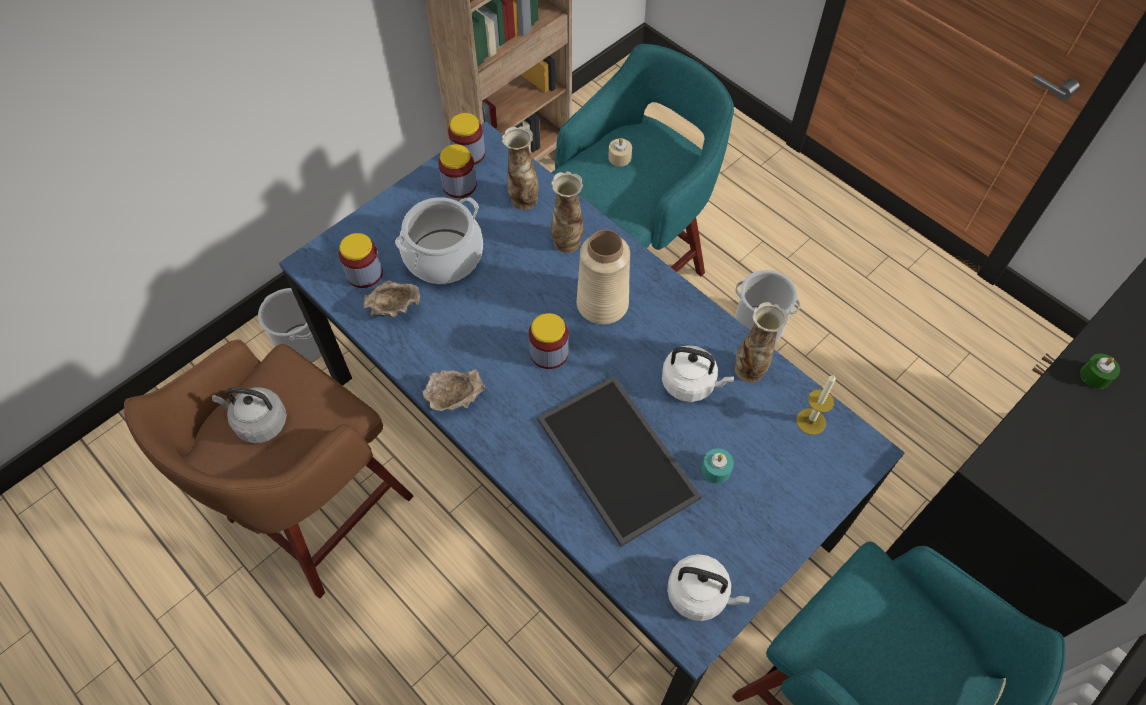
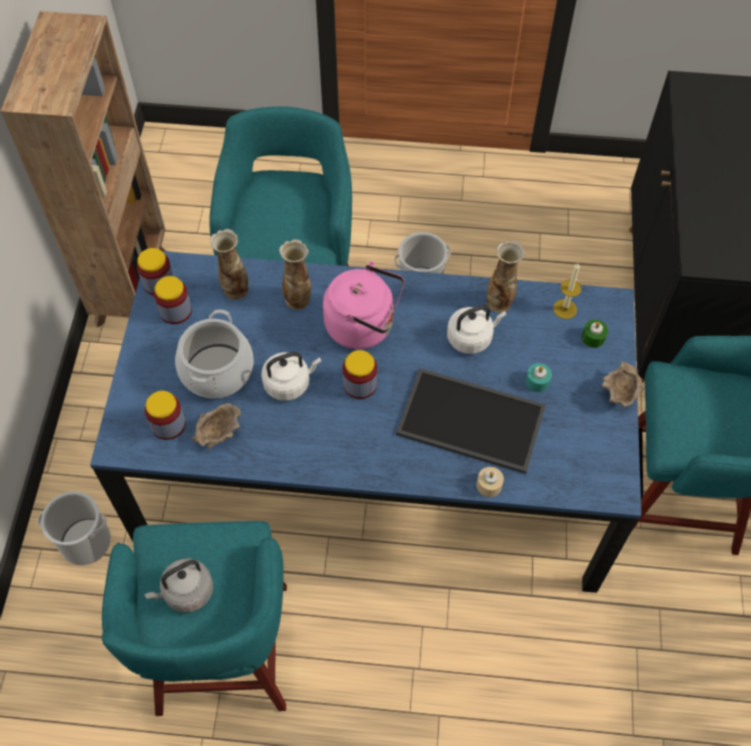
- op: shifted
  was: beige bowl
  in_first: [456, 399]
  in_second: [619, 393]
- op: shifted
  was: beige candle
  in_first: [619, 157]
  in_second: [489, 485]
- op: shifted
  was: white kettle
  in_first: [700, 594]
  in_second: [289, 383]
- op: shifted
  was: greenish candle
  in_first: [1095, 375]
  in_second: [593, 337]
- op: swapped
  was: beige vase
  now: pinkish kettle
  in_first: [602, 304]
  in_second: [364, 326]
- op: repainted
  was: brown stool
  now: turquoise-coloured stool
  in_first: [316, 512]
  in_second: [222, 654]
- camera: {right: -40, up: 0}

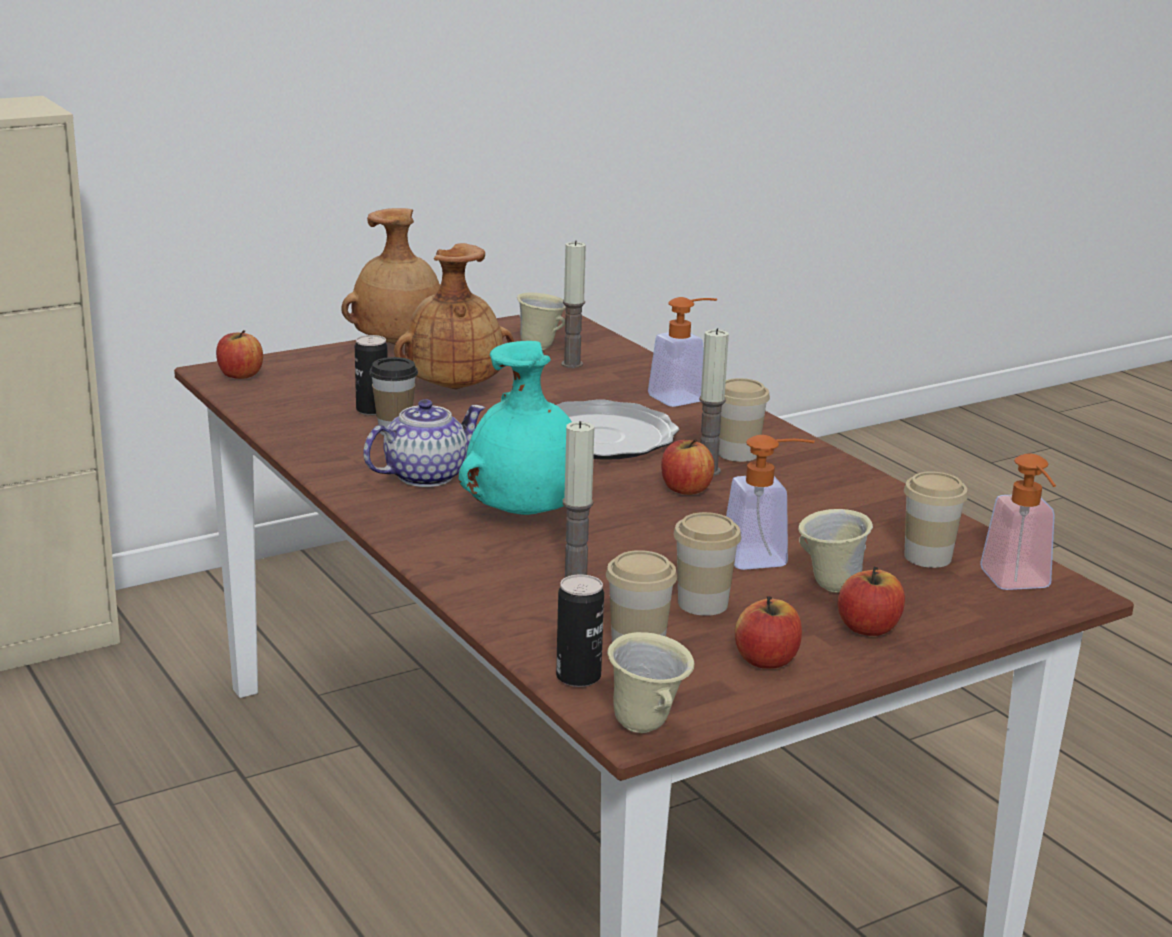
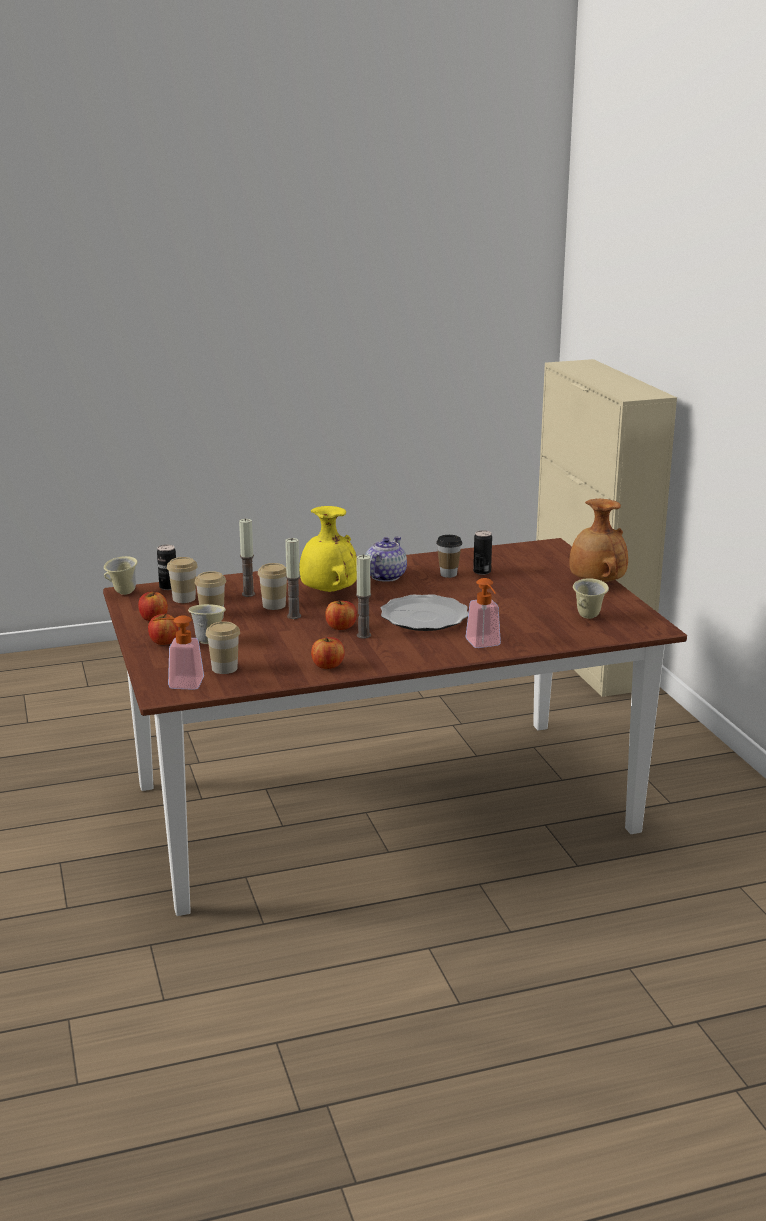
- op: gone
  was: brown vase
  in_first: [453, 388]
- op: gone
  was: liquid soap bottle
  in_first: [765, 557]
- op: shifted
  was: apple
  in_first: [240, 375]
  in_second: [328, 665]
- op: shifted
  was: candle
  in_first: [572, 364]
  in_second: [294, 616]
- op: shifted
  was: cup
  in_first: [738, 453]
  in_second: [274, 605]
- op: repainted
  was: turquoise-coloured vase
  now: yellow vase
  in_first: [525, 514]
  in_second: [328, 592]
- op: rotated
  was: pot for tea
  in_first: [424, 476]
  in_second: [385, 576]
  clockwise: -135
- camera: {right: 105, up: 0}

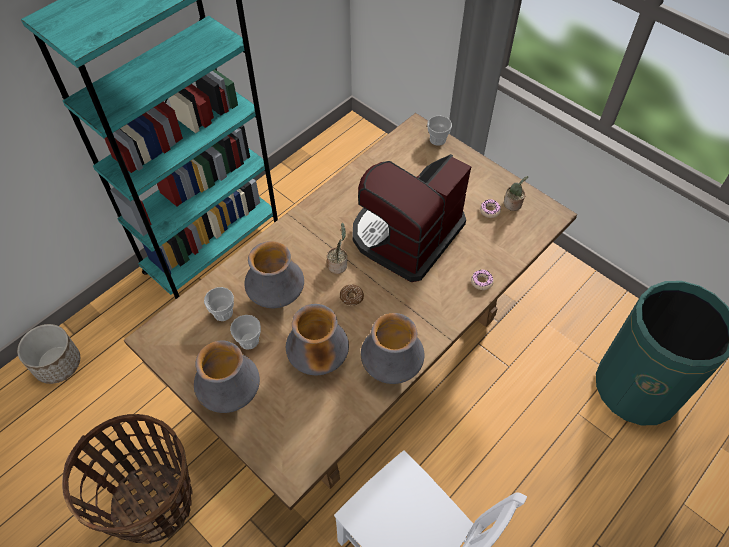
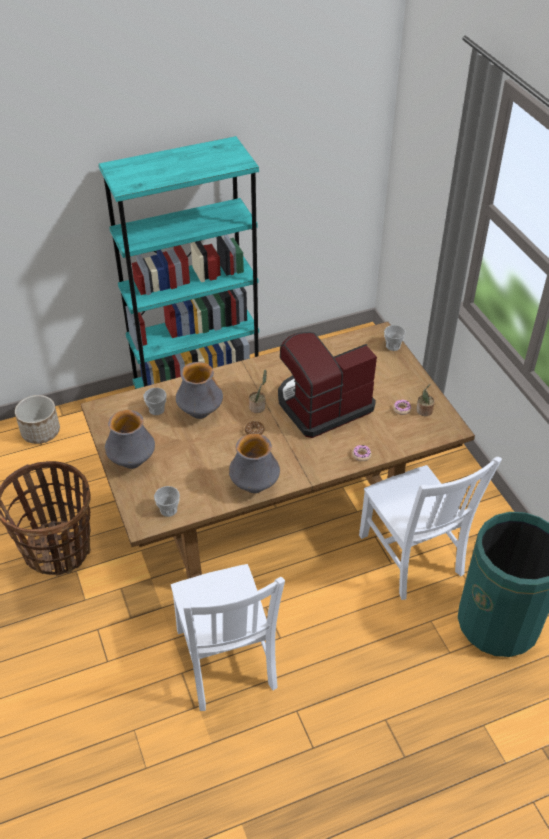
- op: gone
  was: vase
  in_first: [319, 359]
- op: new
  now: white chair
  in_second: [412, 557]
- op: shifted
  was: cup
  in_first: [249, 340]
  in_second: [168, 510]
- camera: {right: 25, up: -10}

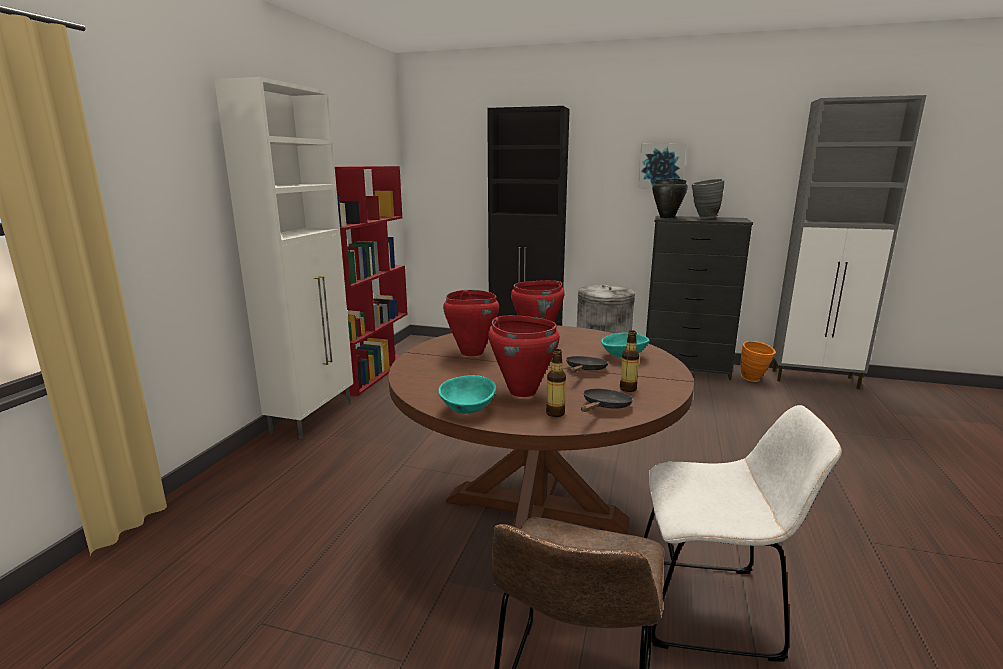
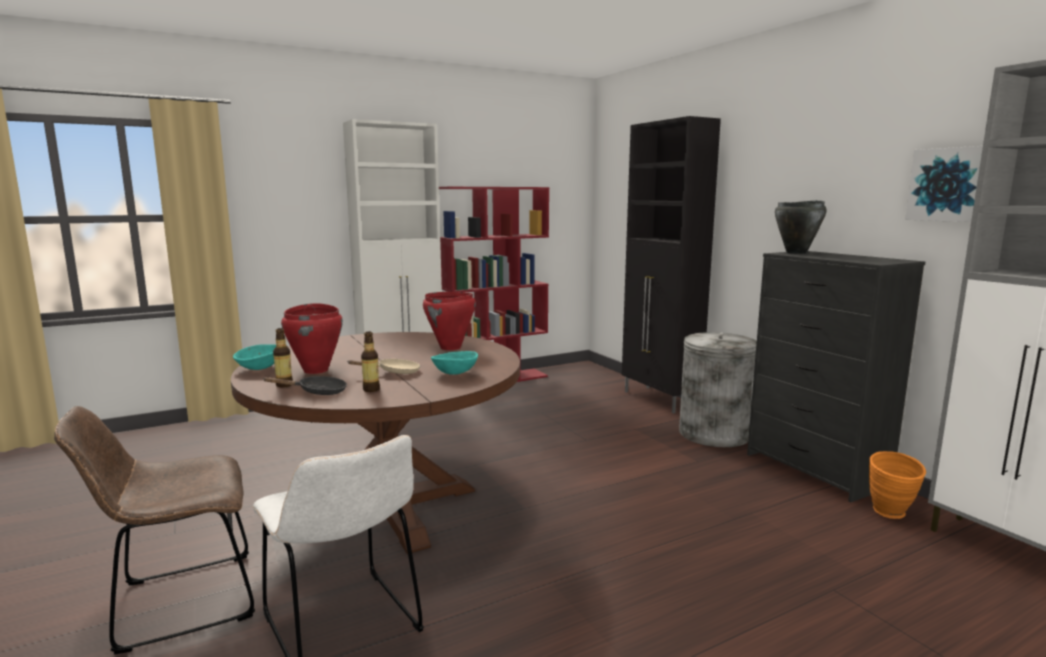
- op: gone
  was: reddish saucepot
  in_first: [471, 353]
- op: gone
  was: greyish vase
  in_first: [704, 218]
- op: shifted
  was: wall art
  in_first: [661, 166]
  in_second: [950, 184]
- op: repainted
  was: blackish skillet
  now: beige skillet
  in_first: [585, 370]
  in_second: [394, 372]
- camera: {right: 45, up: -5}

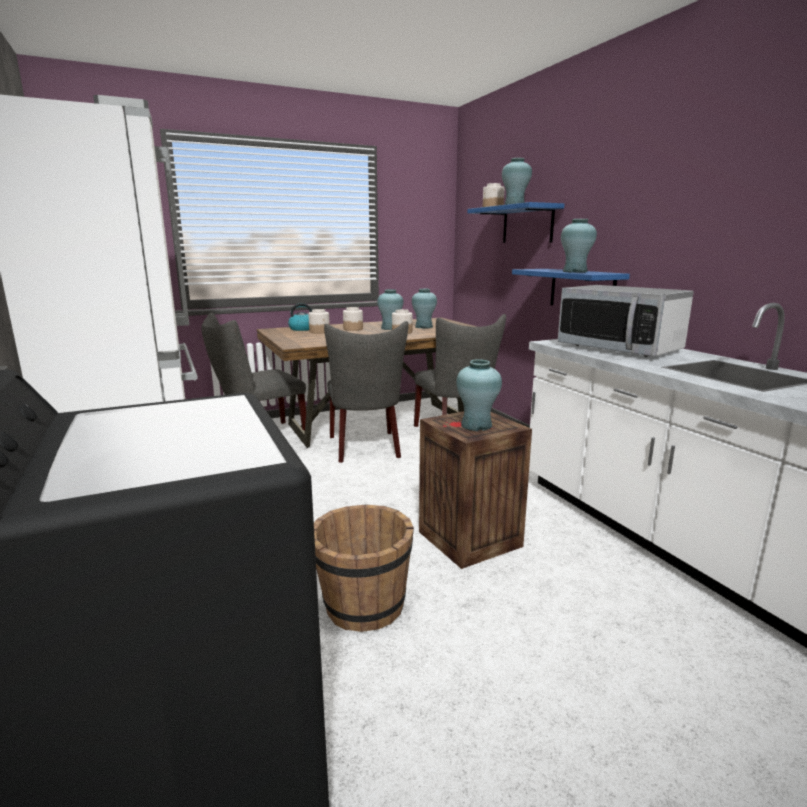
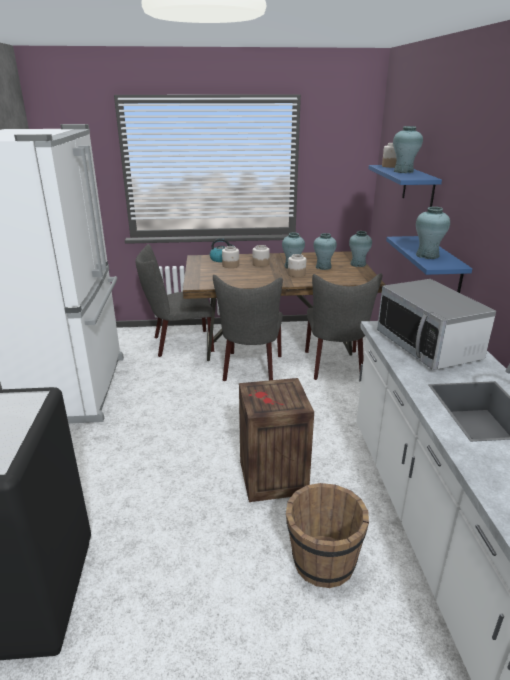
- op: shifted
  was: brown water bucket
  in_first: [363, 606]
  in_second: [322, 562]
- op: shifted
  was: turquoise-coloured vase
  in_first: [476, 426]
  in_second: [358, 264]
- camera: {right: 20, up: 10}

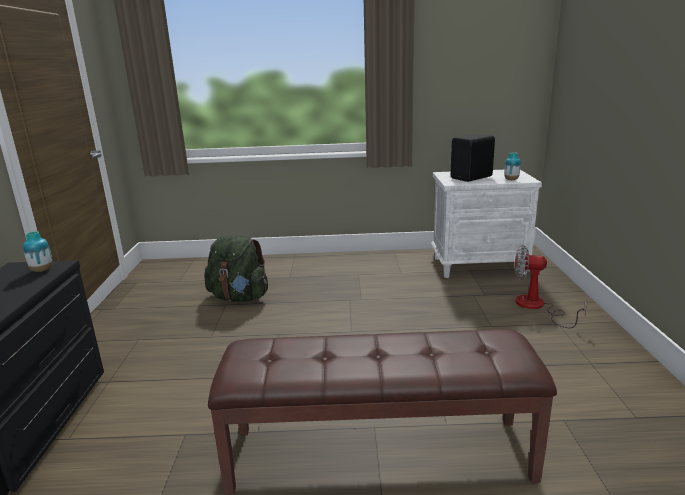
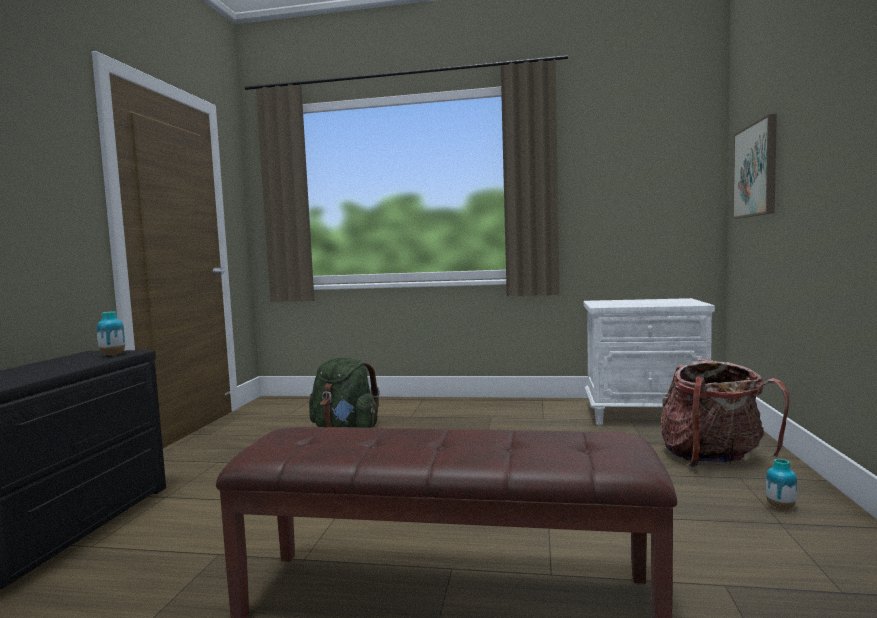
- op: gone
  was: blackish speaker
  in_first: [472, 177]
- op: new
  now: wall art
  in_second: [756, 170]
- op: shifted
  was: vase
  in_first: [511, 180]
  in_second: [780, 507]
- op: swapped
  was: electric fan
  now: rucksack
  in_first: [537, 307]
  in_second: [713, 459]
- camera: {right: 10, up: -15}

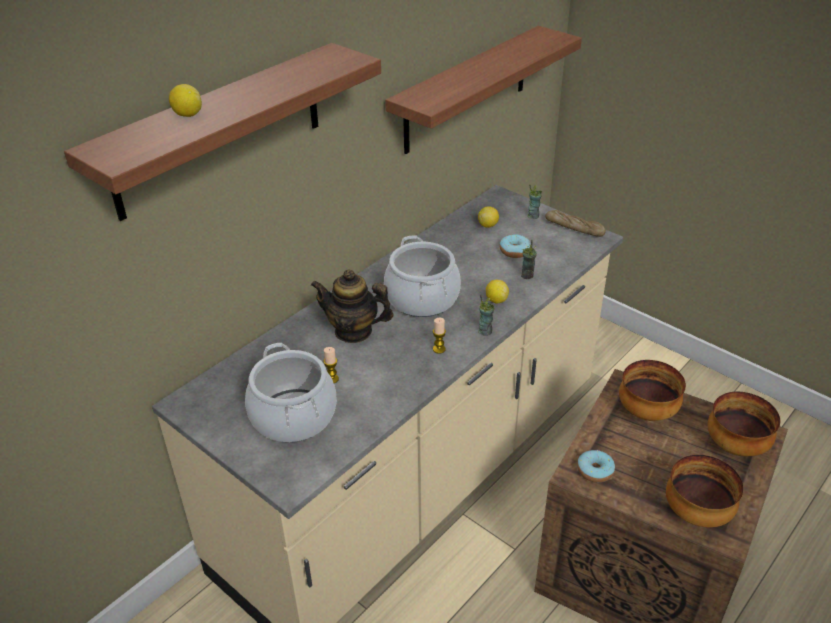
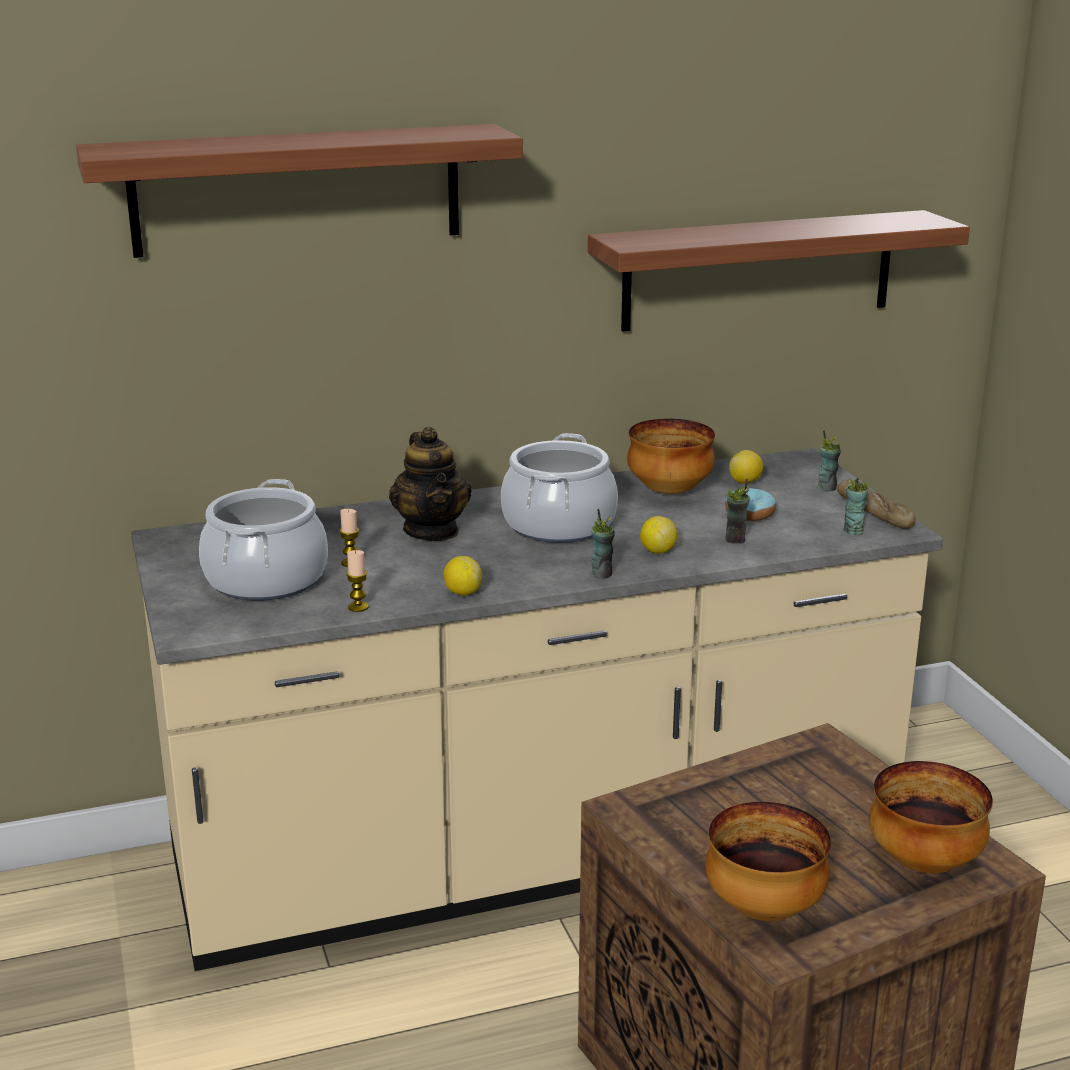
- op: gone
  was: donut
  in_first: [595, 471]
- op: new
  now: cup
  in_second: [853, 531]
- op: shifted
  was: lemon
  in_first: [188, 115]
  in_second: [463, 592]
- op: shifted
  was: candle
  in_first: [439, 349]
  in_second: [358, 607]
- op: shifted
  was: bowl
  in_first: [646, 411]
  in_second: [669, 491]
- op: rotated
  was: pot for tea
  in_first: [353, 331]
  in_second: [432, 531]
  clockwise: -150
- camera: {right: 30, up: -15}

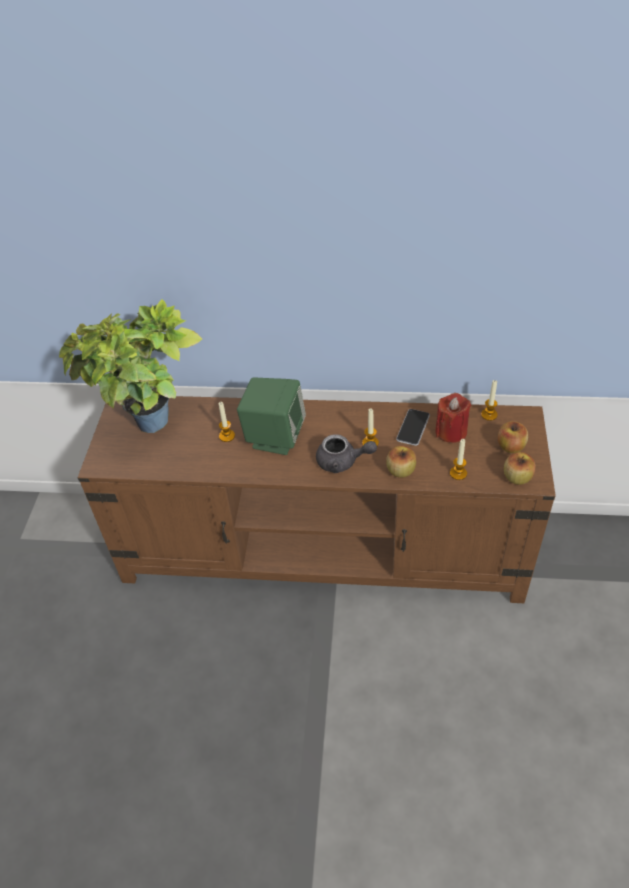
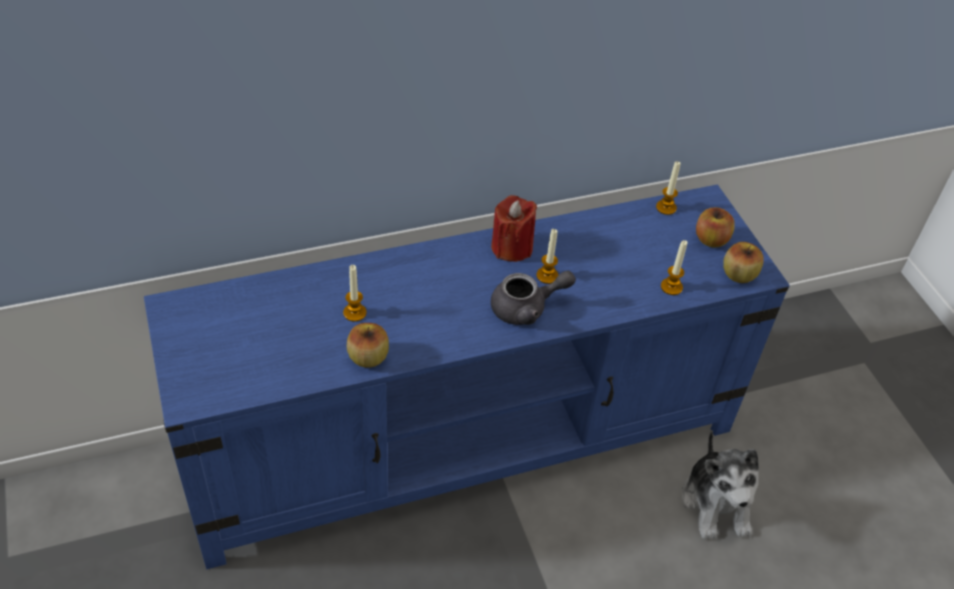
- op: gone
  was: plant in a pot
  in_first: [150, 429]
- op: gone
  was: greenish speaker
  in_first: [275, 437]
- op: gone
  was: telephone
  in_first: [413, 428]
- op: new
  now: soft toy
  in_second: [716, 503]
- op: shifted
  was: apple
  in_first: [400, 470]
  in_second: [368, 357]
- op: shifted
  was: reddish candle
  in_first: [451, 431]
  in_second: [511, 247]
- op: repainted
  was: brown tv stand
  now: blue-coloured tv stand
  in_first: [324, 550]
  in_second: [466, 439]
- camera: {right: -30, up: 0}

